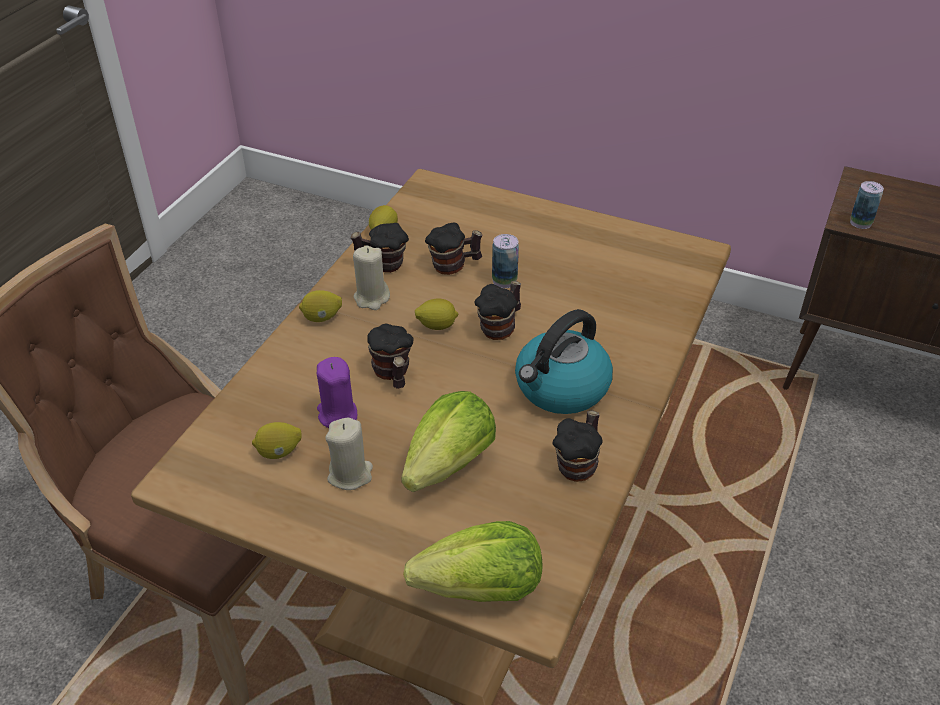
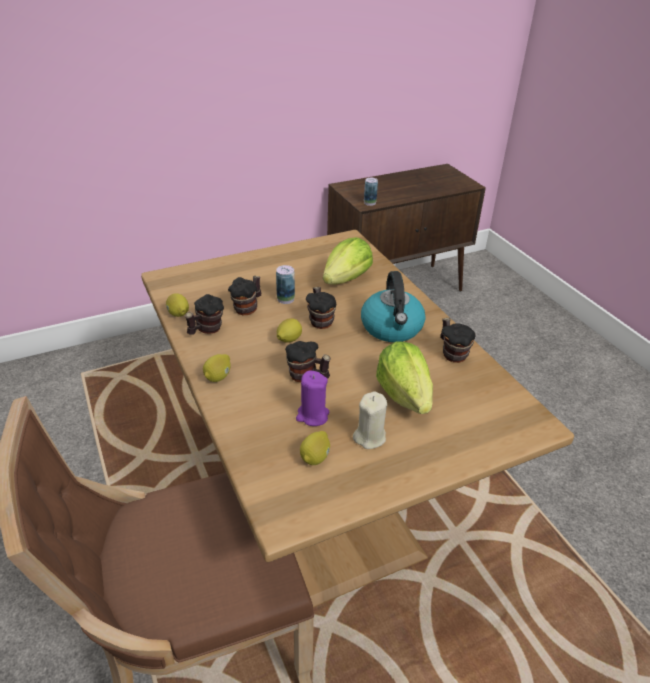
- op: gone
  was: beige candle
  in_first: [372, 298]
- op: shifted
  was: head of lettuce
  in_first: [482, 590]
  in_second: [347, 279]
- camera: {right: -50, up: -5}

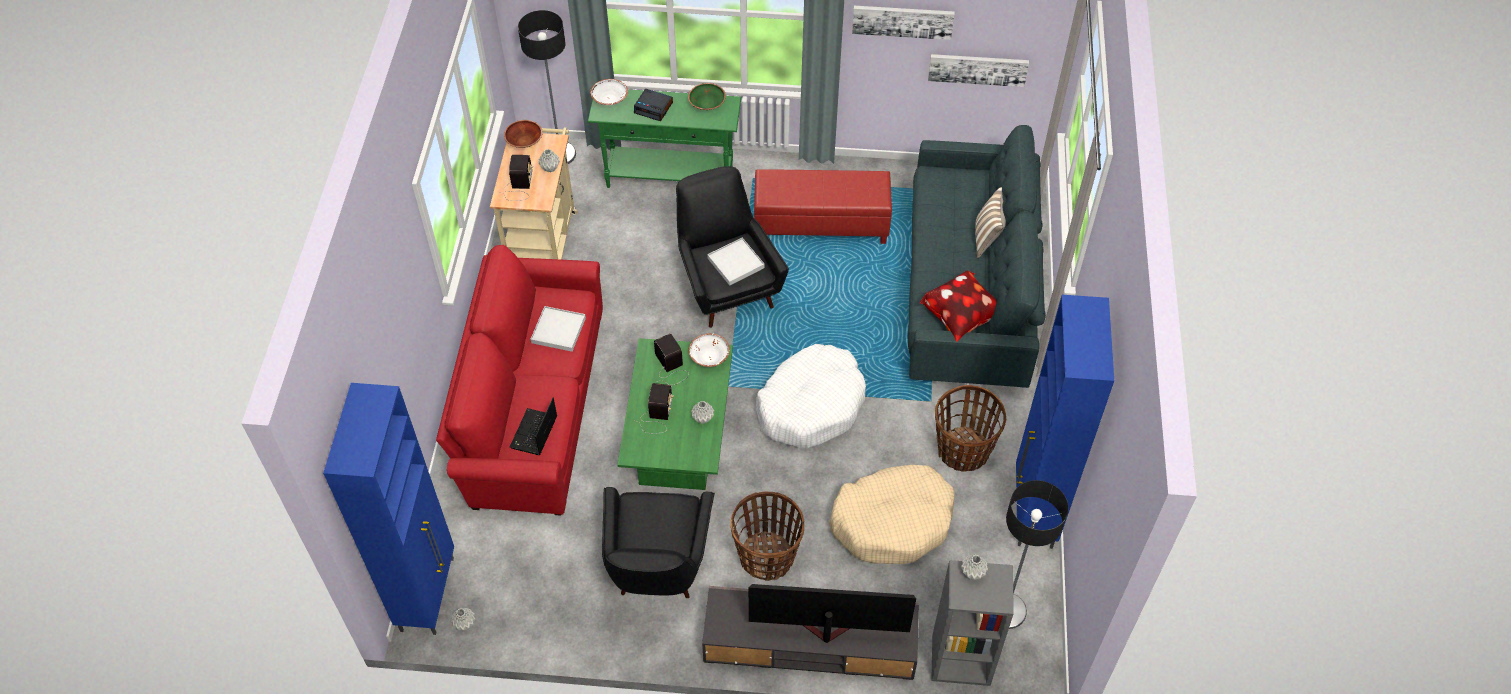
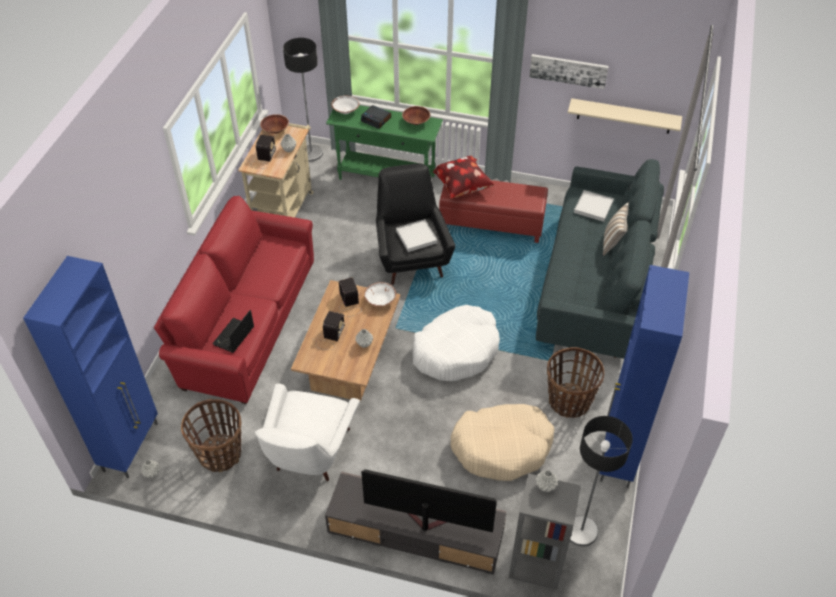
- op: shifted
  was: white tray
  in_first: [558, 330]
  in_second: [593, 207]
- op: shifted
  was: storage basket
  in_first: [767, 557]
  in_second: [220, 454]
- op: shifted
  was: throw pillow
  in_first: [962, 318]
  in_second: [463, 188]
- op: swapped
  was: wall art
  now: beige shelf
  in_first: [978, 69]
  in_second: [624, 116]
- op: repainted
  was: blackish armchair
  now: white armchair
  in_first: [657, 569]
  in_second: [309, 455]
- op: repainted
  was: greenish low table
  now: brown low table
  in_first: [679, 436]
  in_second: [350, 359]
- op: repainted
  was: greenish bowl
  now: brown bowl
  in_first: [707, 104]
  in_second: [416, 121]
- camera: {right: 10, up: -5}

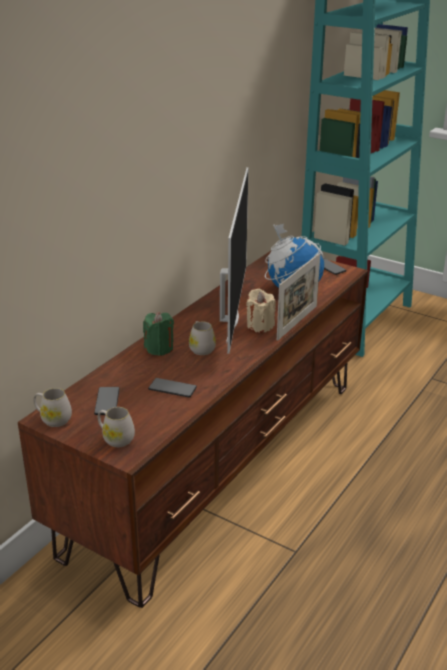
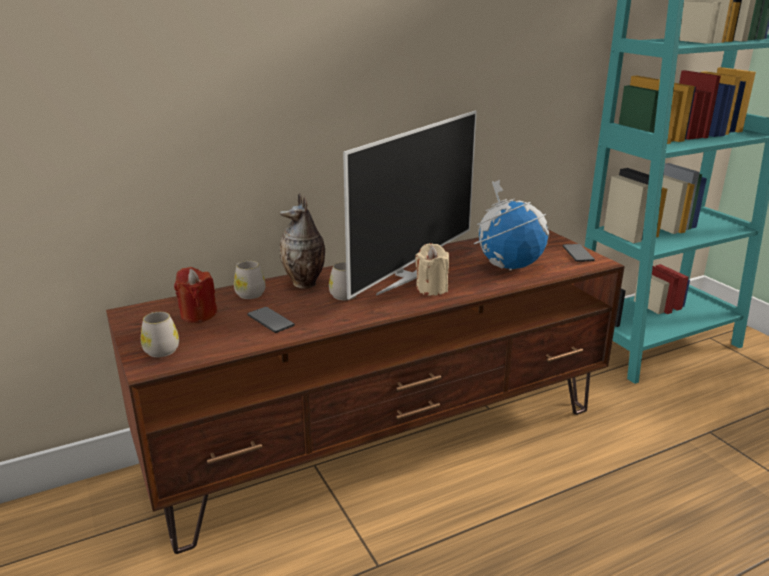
- op: gone
  was: standing frame
  in_first: [297, 322]
- op: shifted
  was: white mug
  in_first: [53, 419]
  in_second: [248, 292]
- op: swapped
  was: telephone
  now: reddish candle
  in_first: [107, 401]
  in_second: [198, 315]
- op: swapped
  was: greenish candle
  now: vase
  in_first: [159, 348]
  in_second: [305, 284]
- camera: {right: 30, up: -5}

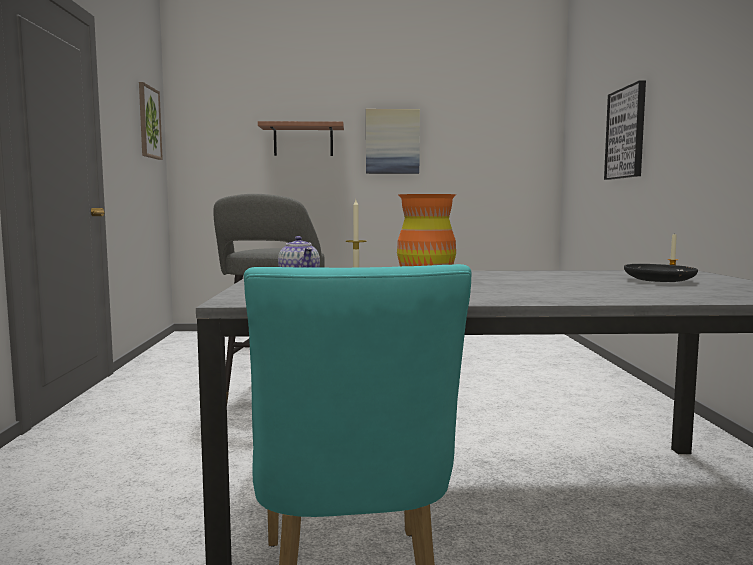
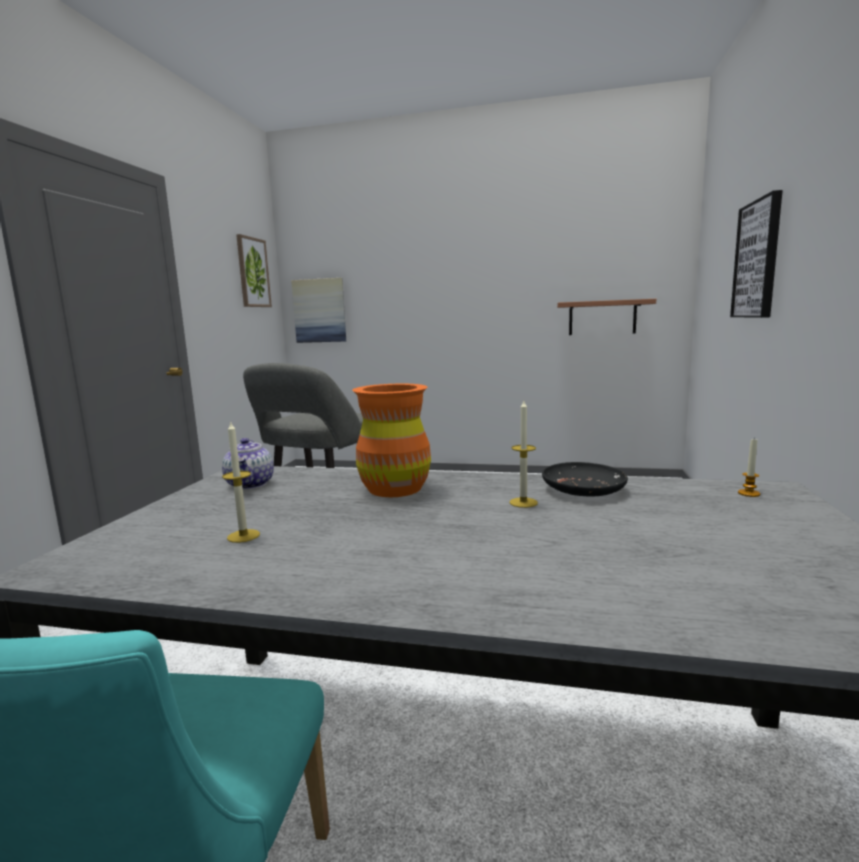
- op: new
  now: candle
  in_second: [523, 502]
- op: shifted
  was: shelf
  in_first: [303, 140]
  in_second: [602, 317]
- op: shifted
  was: wall art
  in_first: [392, 141]
  in_second: [319, 310]
- op: shifted
  was: blackish plate
  in_first: [659, 280]
  in_second: [583, 489]
- camera: {right: 15, up: 5}

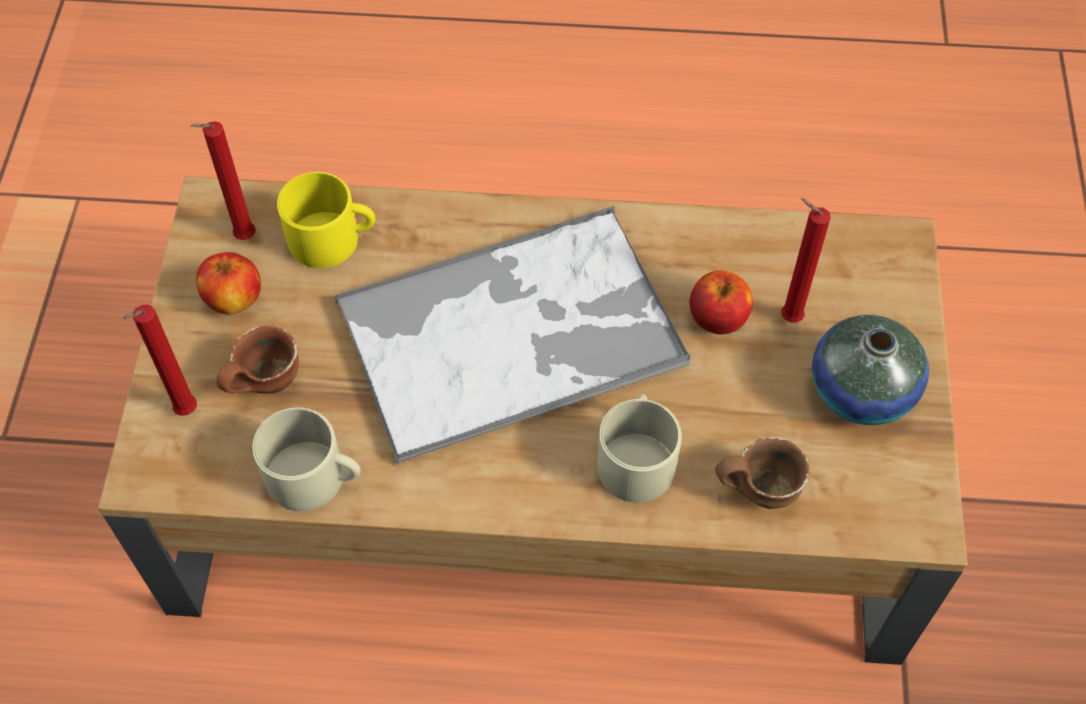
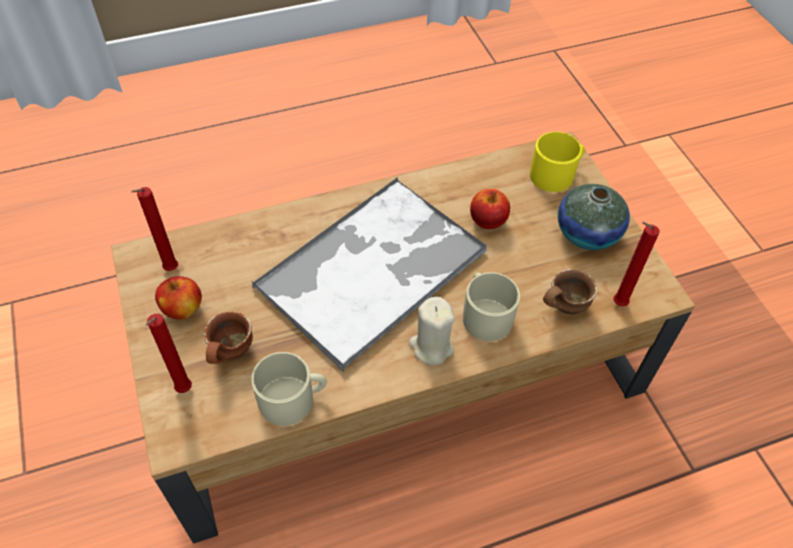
- op: new
  now: beige candle
  in_second: [431, 347]
- op: shifted
  was: yellow mug
  in_first: [333, 239]
  in_second: [556, 174]
- op: shifted
  was: reddish candle
  in_first: [787, 317]
  in_second: [617, 304]
- camera: {right: -25, up: -5}

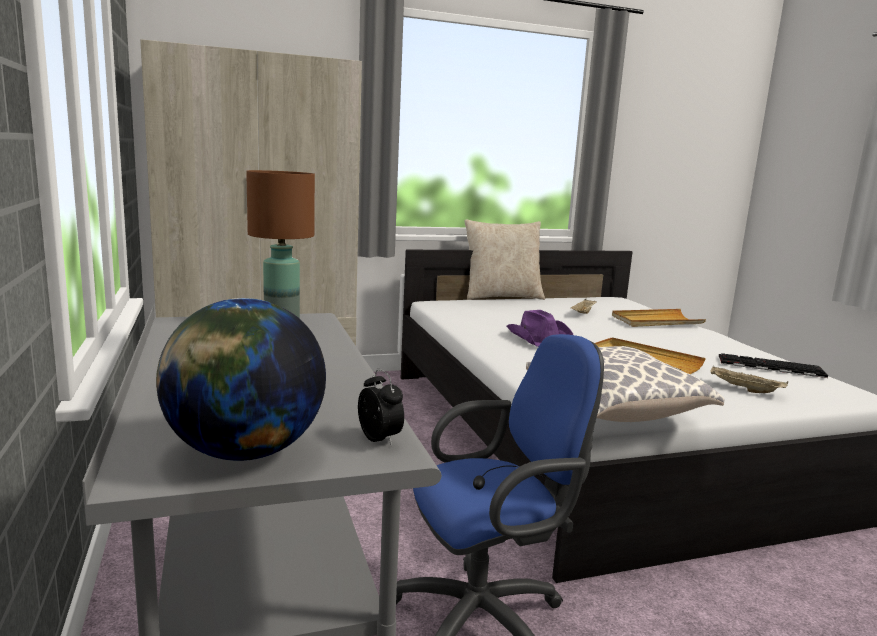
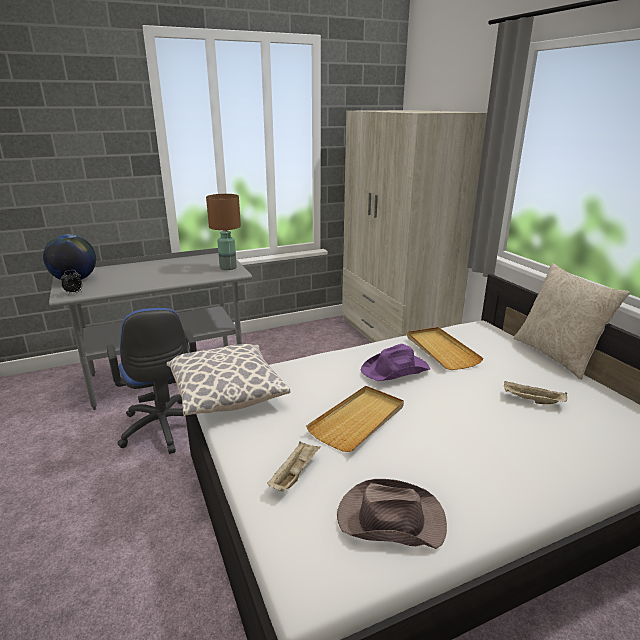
- op: shifted
  was: beige tray
  in_first: [656, 321]
  in_second: [441, 350]
- op: swapped
  was: computer keyboard
  now: brown wearable hat
  in_first: [769, 366]
  in_second: [389, 519]
- camera: {right: 85, up: 10}

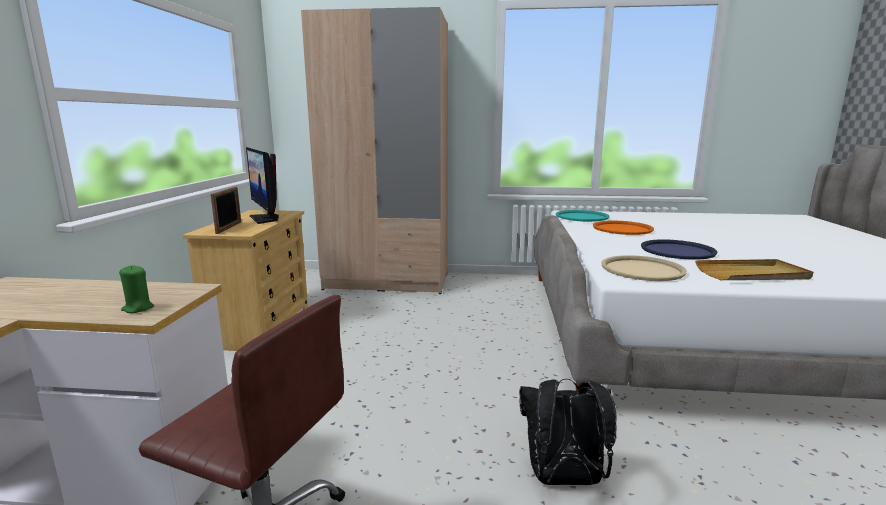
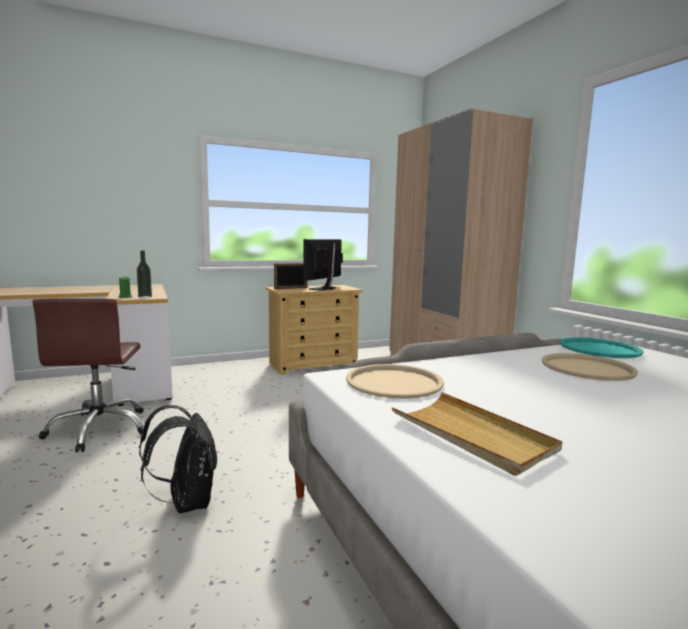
- op: gone
  was: blue-coloured tray
  in_first: [677, 251]
- op: new
  now: drink bottle
  in_second: [145, 297]
- op: repainted
  was: orange tray
  now: beige tray
  in_first: [622, 229]
  in_second: [587, 368]
- camera: {right: 60, up: -5}

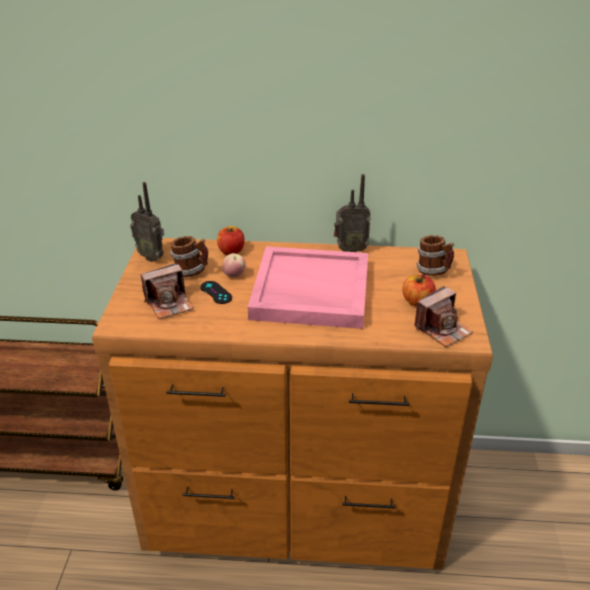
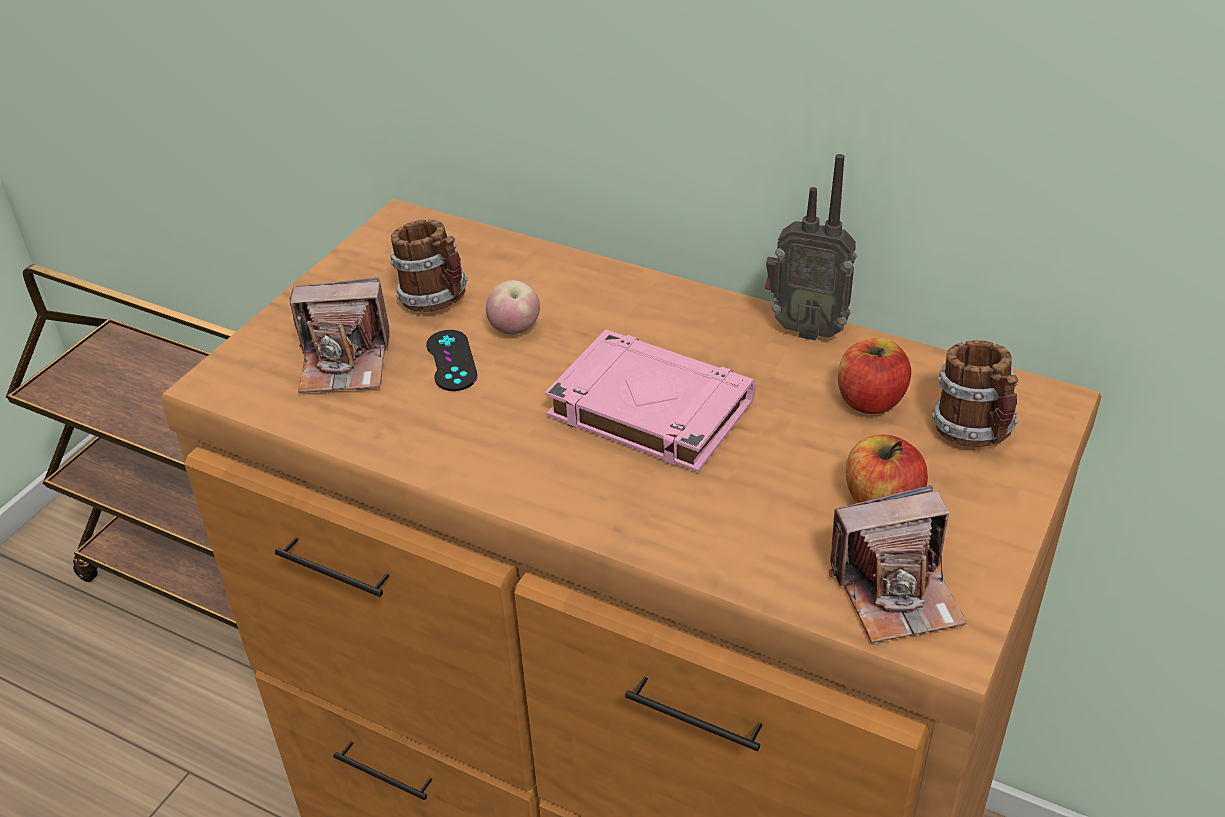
- op: gone
  was: radio
  in_first: [152, 256]
- op: shifted
  was: apple
  in_first: [231, 251]
  in_second: [870, 400]
- op: swapped
  was: pinkish tray
  now: pinkish book
  in_first: [309, 291]
  in_second: [648, 409]
- camera: {right: 25, up: 5}

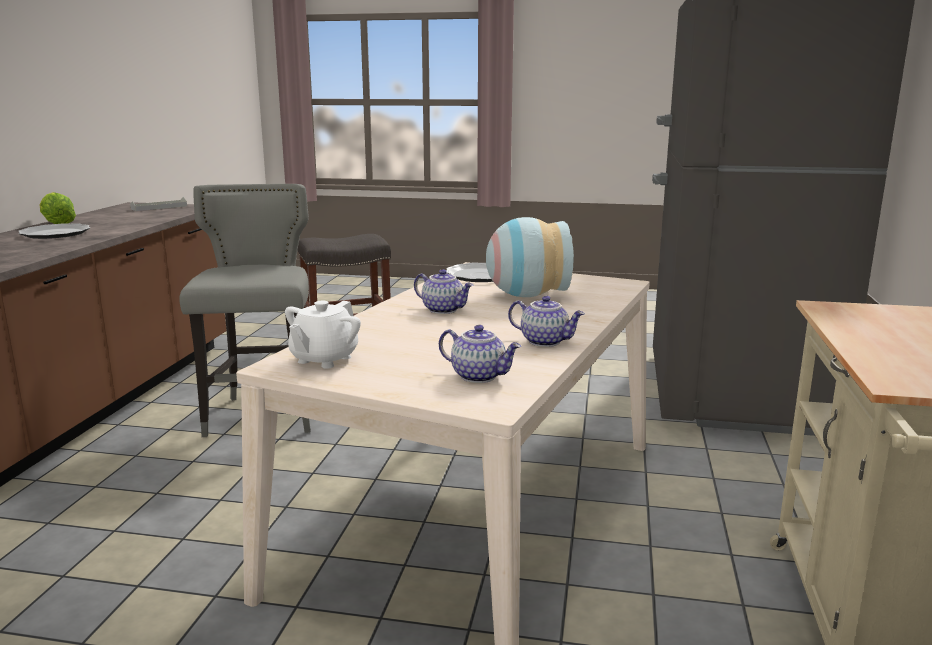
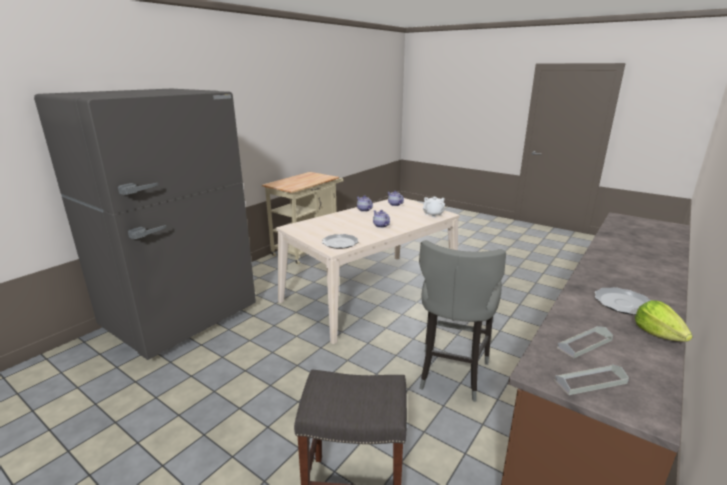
- op: gone
  was: vase
  in_first: [526, 295]
- op: new
  now: greyish tray
  in_second: [584, 344]
- camera: {right: -155, up: 5}

